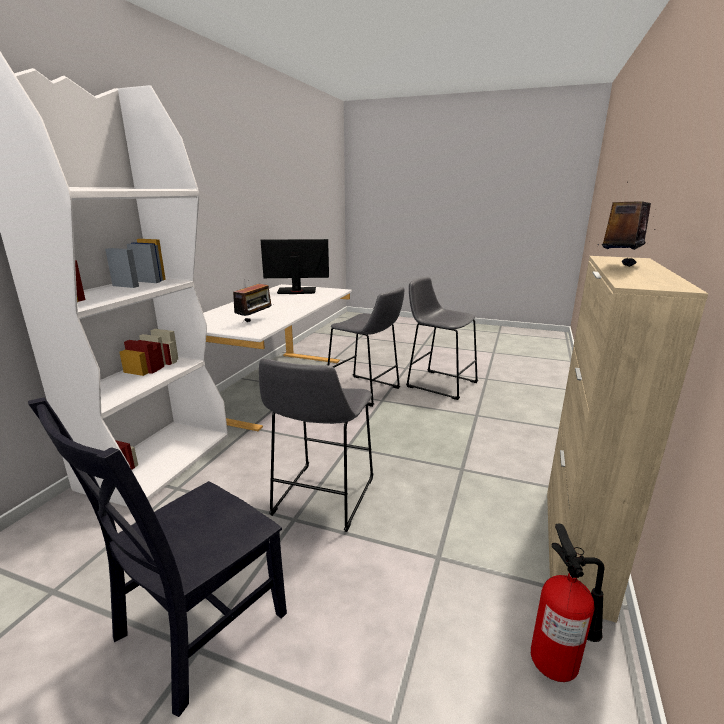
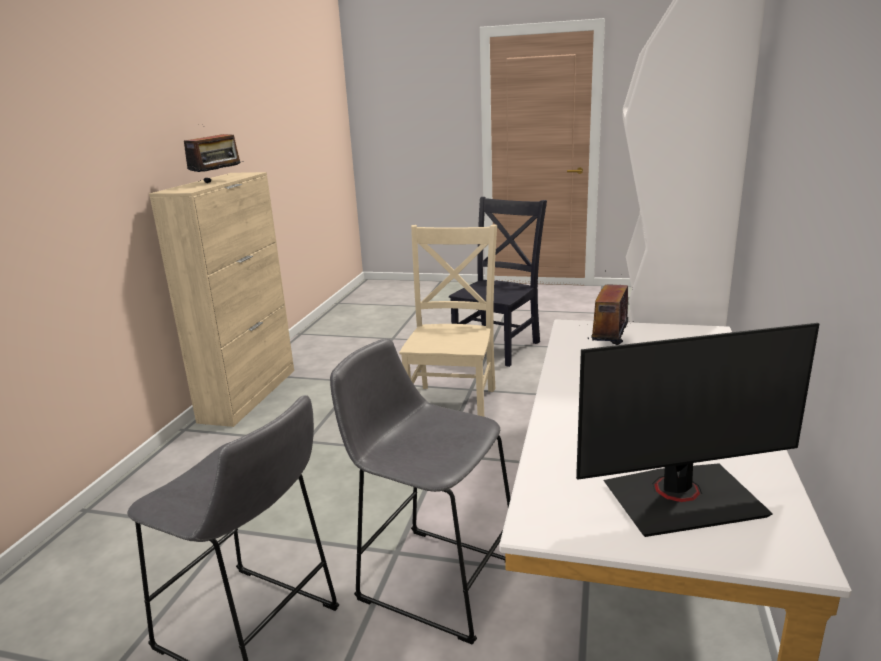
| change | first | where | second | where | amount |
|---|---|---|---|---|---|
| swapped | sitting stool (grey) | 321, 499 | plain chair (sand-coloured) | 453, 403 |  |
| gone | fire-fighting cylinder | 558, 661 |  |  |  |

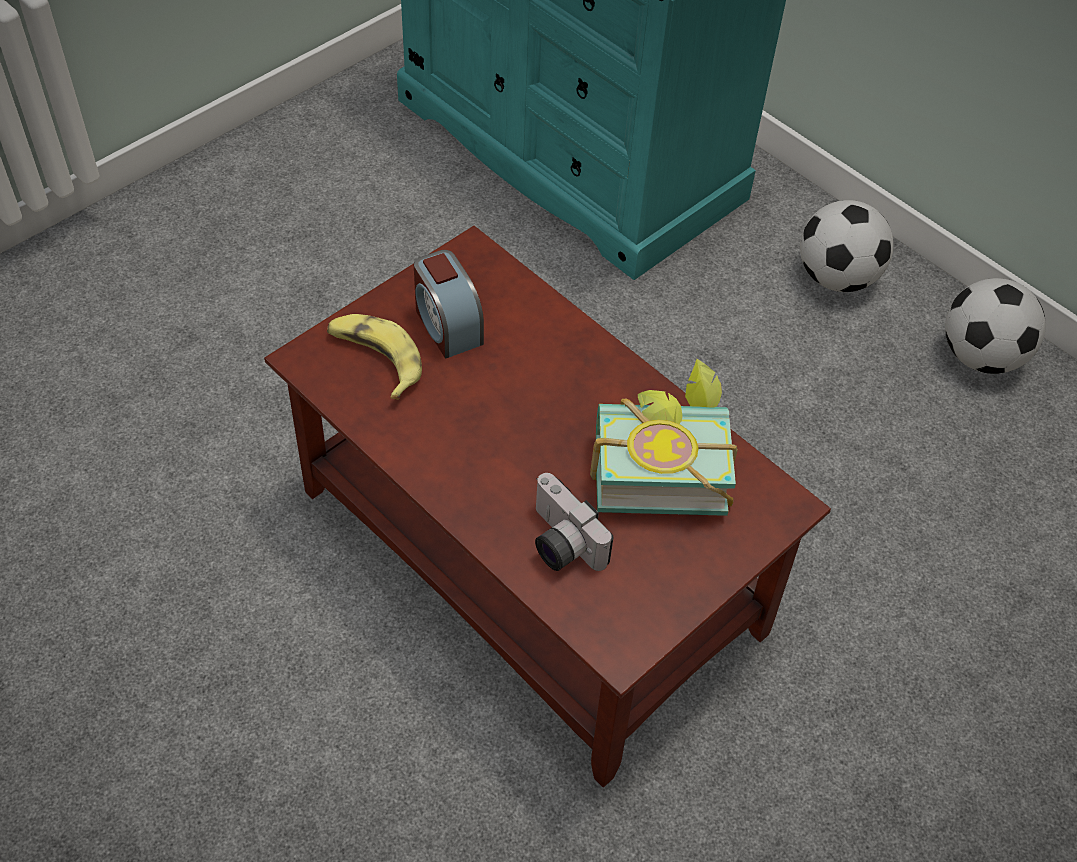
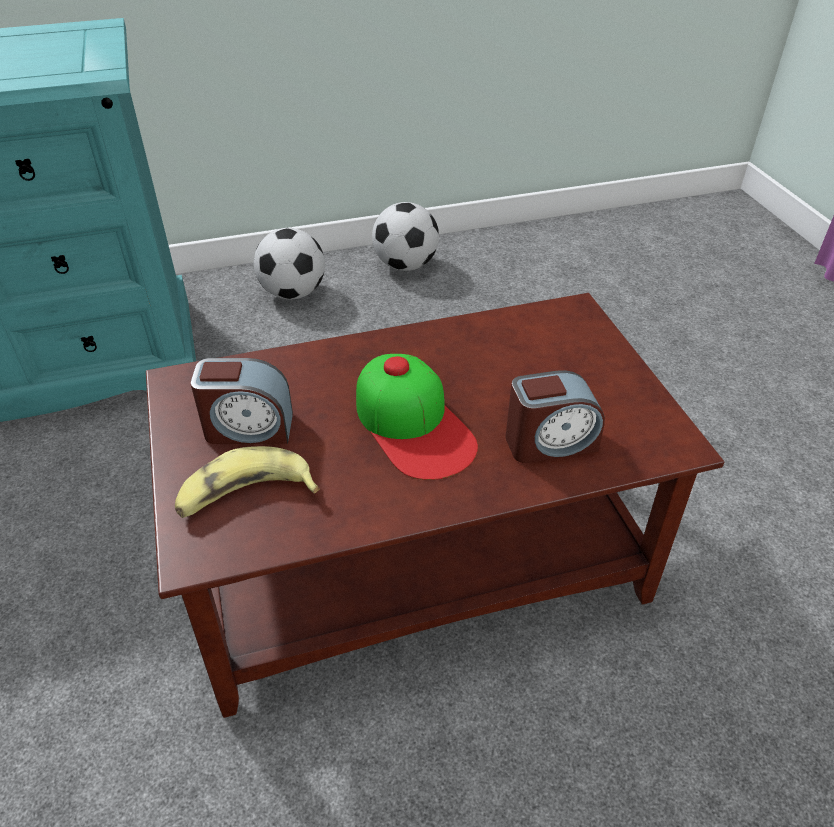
| change | first | where | second | where | amount |
|---|---|---|---|---|---|
| gone | bound book | 658, 464 |  |  |  |
| swapped | still camera | 559, 543 | alarm clock | 550, 442 |  |
| new |  |  | cap | 414, 424 |  |

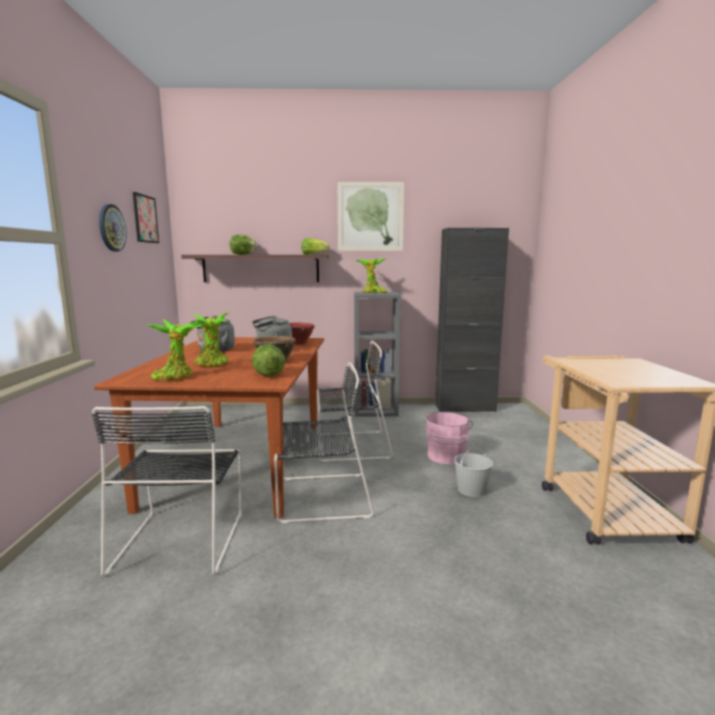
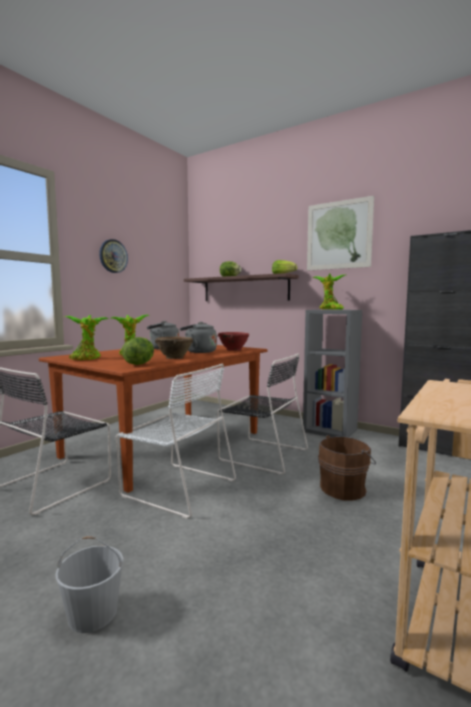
| change | first | where | second | where | amount |
|---|---|---|---|---|---|
| gone | wall picture | 145, 219 |  |  |  |
| repainted | plain chair (blackish) | 320, 497 | plain chair (white) | 176, 487 |  |
| repainted | pail (pink-coloured) | 447, 455 | pail (brown-coloured) | 344, 488 |  |
| shifted | pail (white) | 471, 490 |  | 92, 613 |  |

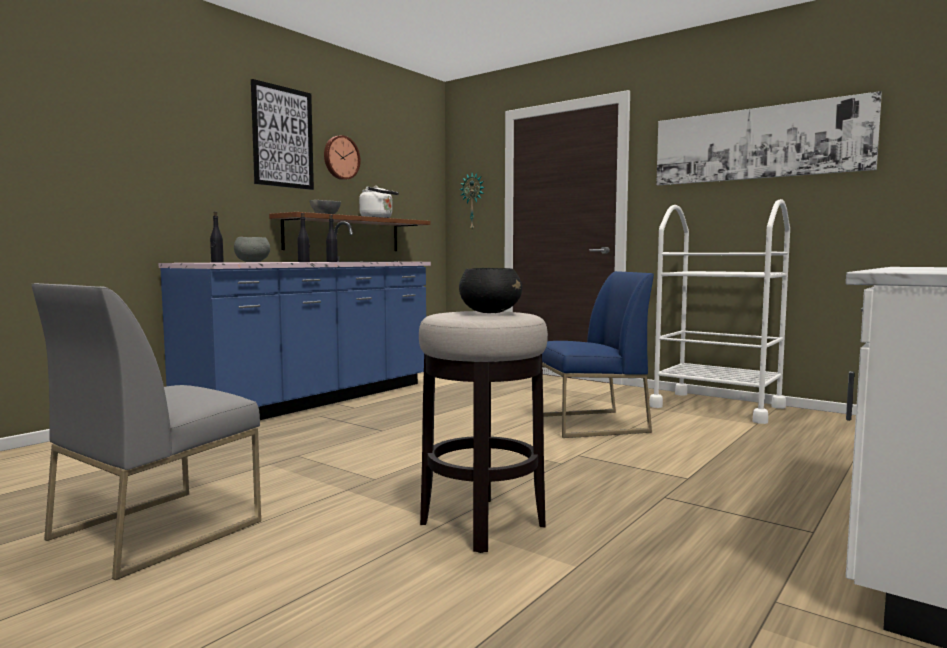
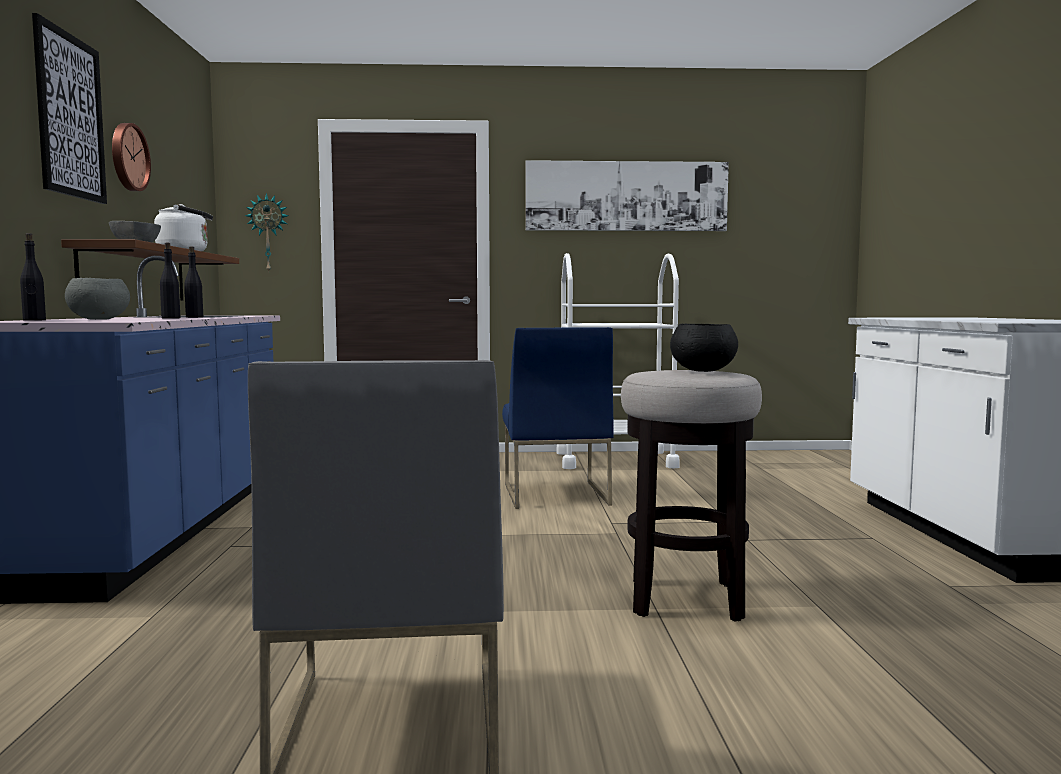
| change | first | where | second | where | amount |
|---|---|---|---|---|---|
| rotated | plain chair (blue) | 590, 424 |  | 554, 494 | 135 degrees clockwise |

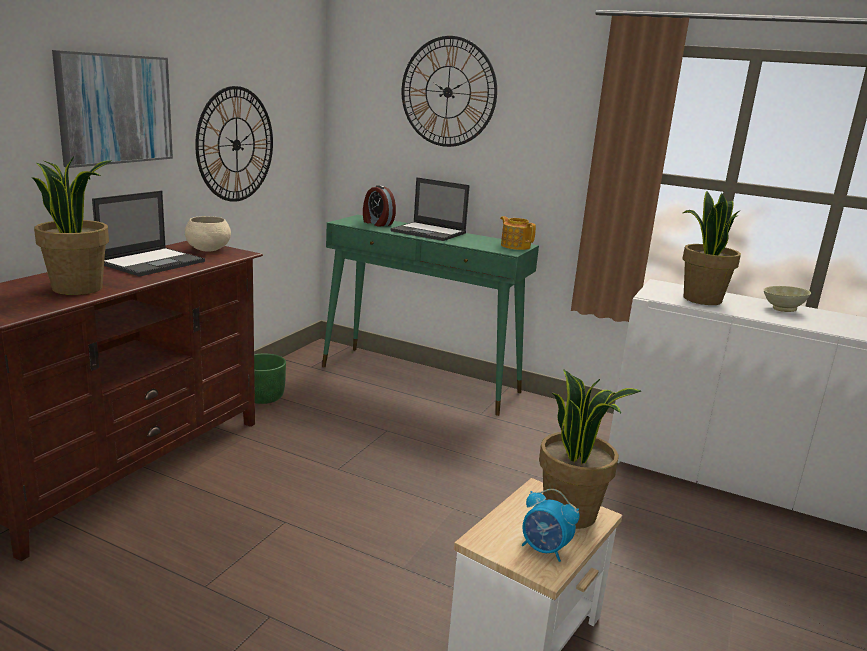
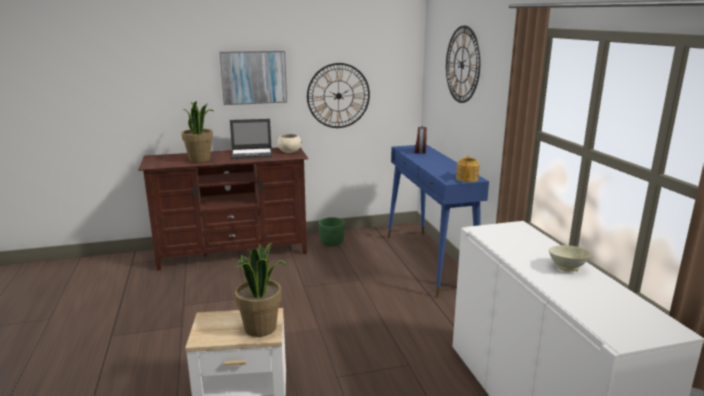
| change | first | where | second | where | amount |
|---|---|---|---|---|---|
| gone | portable computer | 429, 232 |  |  |  |
| gone | potted plant | 701, 299 |  |  |  |
| repainted | console table (green-coloured) | 420, 379 | console table (blue) | 429, 261 |  |
| gone | alarm clock | 545, 550 |  |  |  |

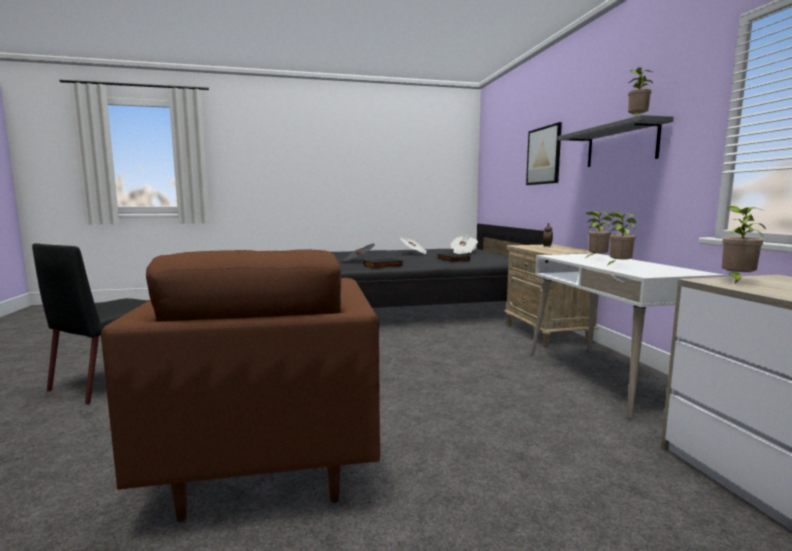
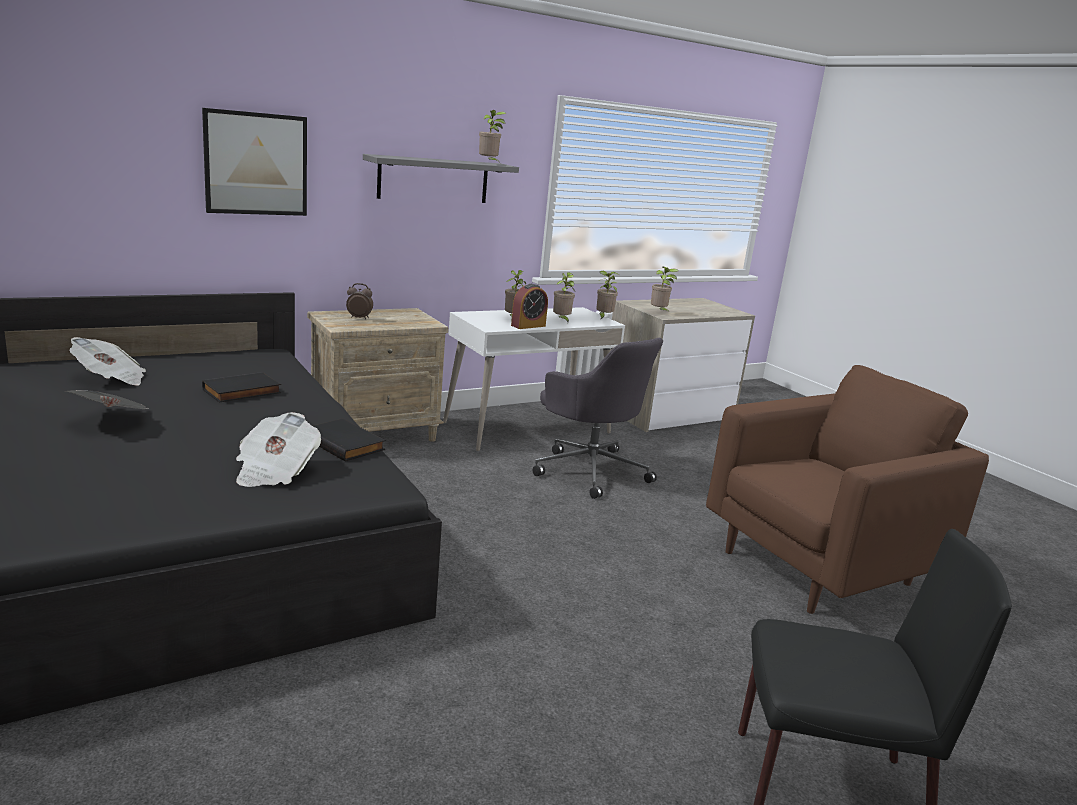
| change | first | where | second | where | amount |
|---|---|---|---|---|---|
| new |  |  | potted plant | 603, 317 |  |
| new |  |  | alarm clock | 528, 326 |  |
| new |  |  | desk chair (grey) | 590, 470 |  |

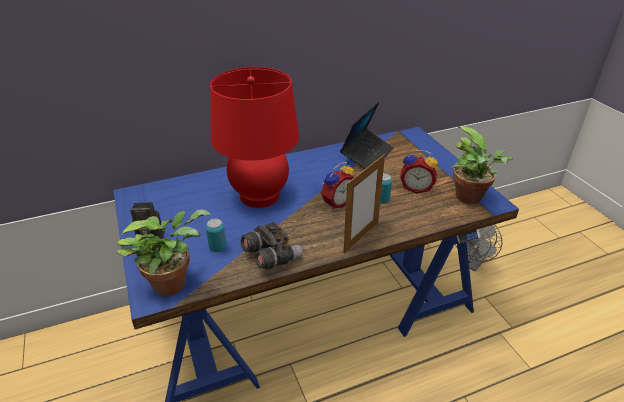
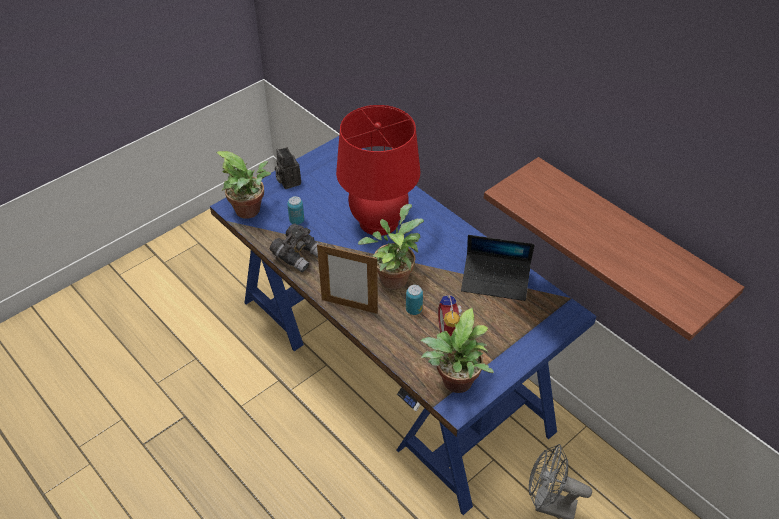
| change | first | where | second | where | amount |
|---|---|---|---|---|---|
| swapped | alarm clock | 336, 202 | potted plant | 393, 277 |  |
| new |  |  | bracket shelf | 626, 241 |  |

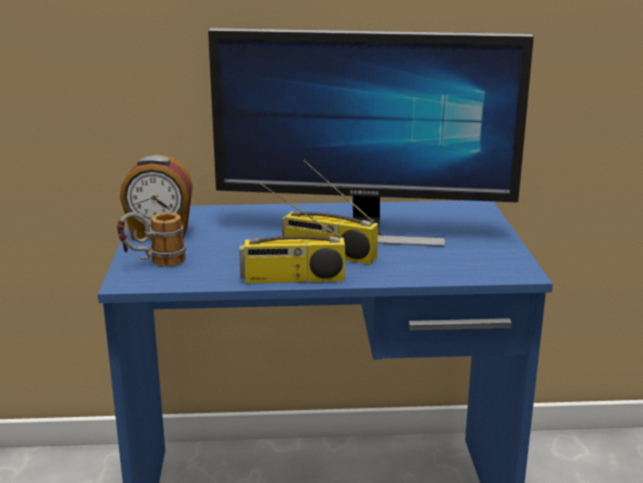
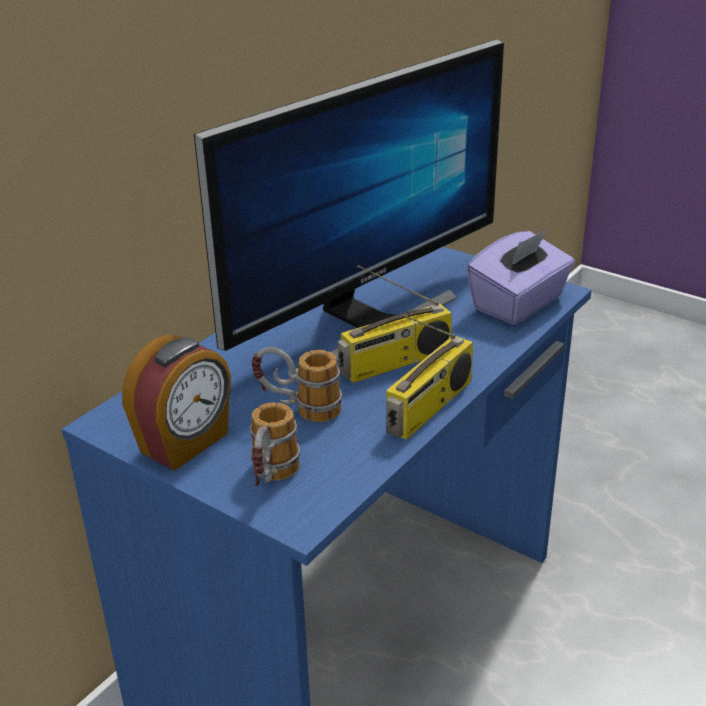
| change | first | where | second | where | amount |
|---|---|---|---|---|---|
| new |  |  | tissue holder (purple-coloured) | 519, 304 |  |
| new |  |  | mug | 299, 410 |  |

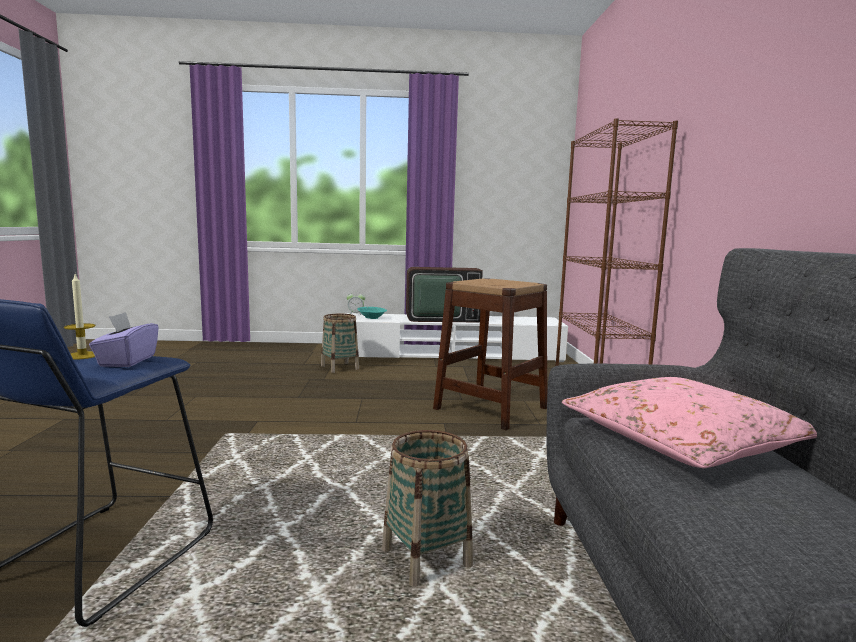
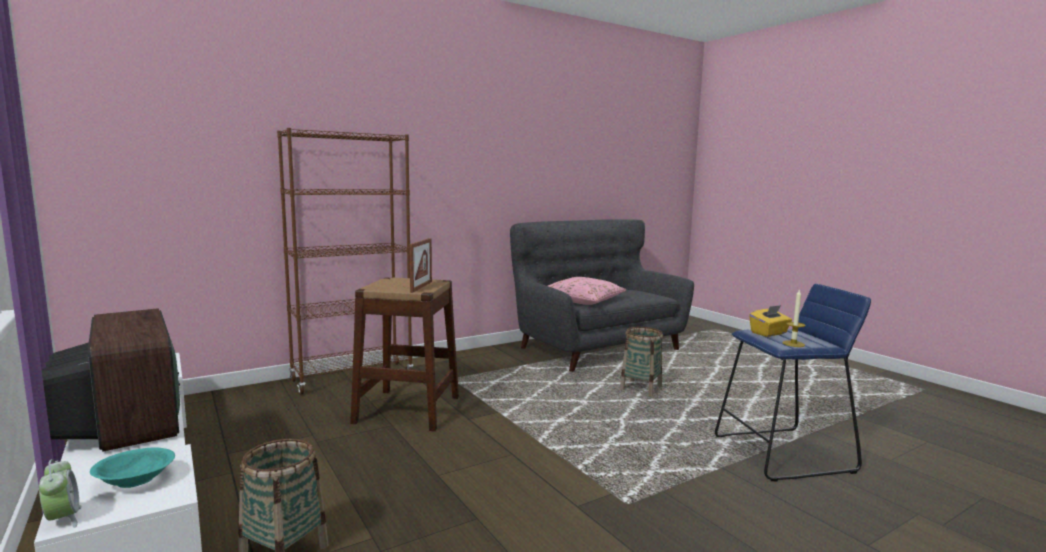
| change | first | where | second | where | amount |
|---|---|---|---|---|---|
| repainted | tissue holder (purple-coloured) | 127, 361 | tissue holder (yellow-coloured) | 769, 333 |  |
| new |  |  | standing frame | 421, 287 |  |

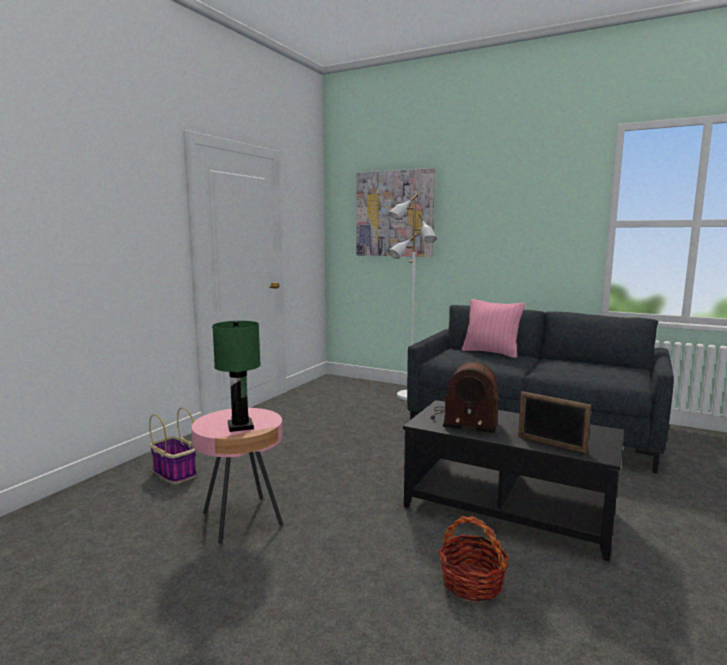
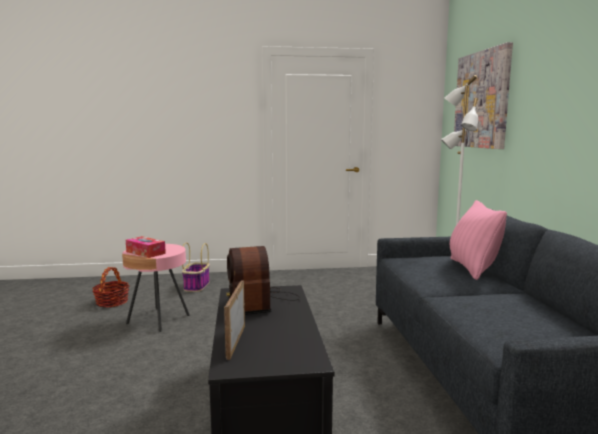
| change | first | where | second | where | amount |
|---|---|---|---|---|---|
| swapped | tabletop lamp (green-coloured) | 240, 426 | tissue holder | 145, 252 |  |
| shifted | basket | 472, 582 |  | 112, 302 |  |

